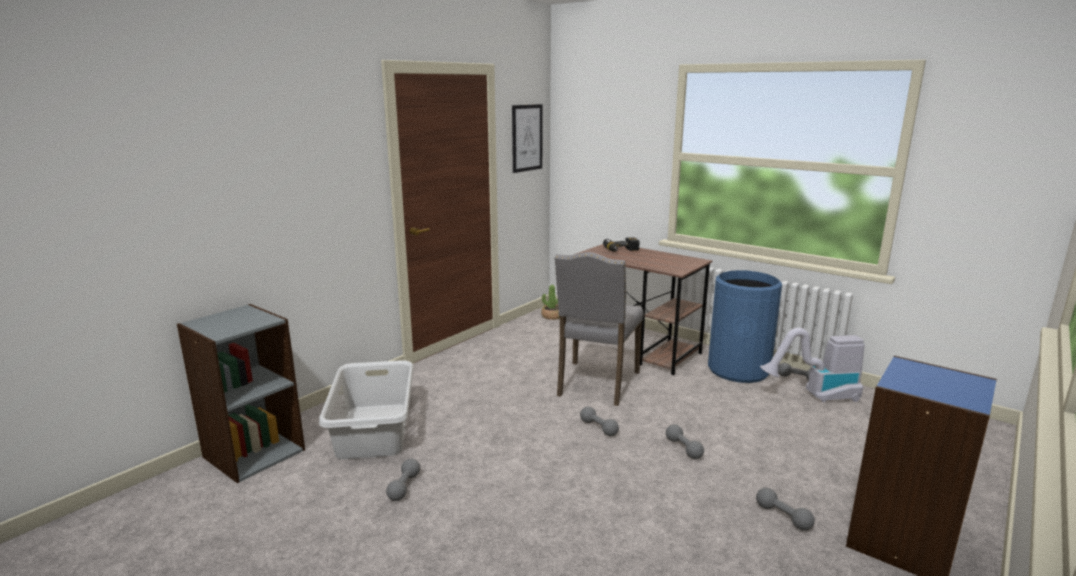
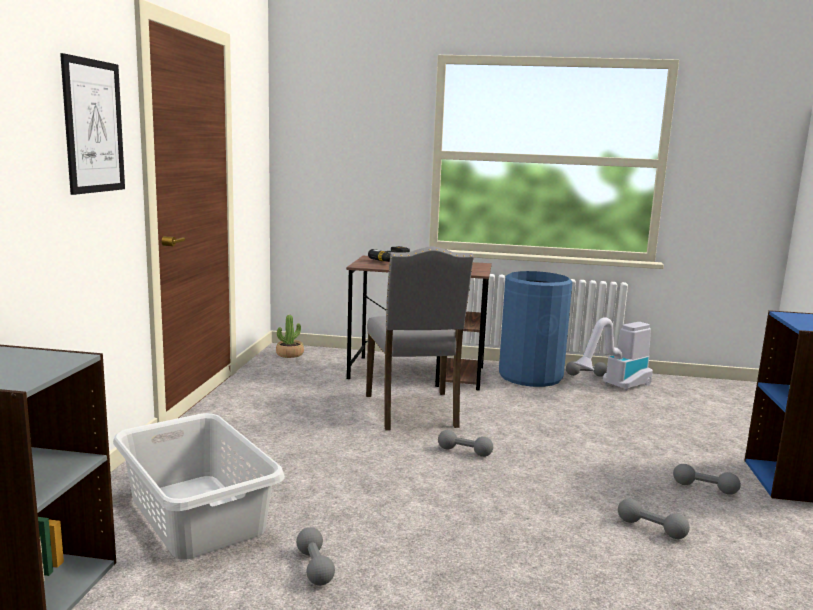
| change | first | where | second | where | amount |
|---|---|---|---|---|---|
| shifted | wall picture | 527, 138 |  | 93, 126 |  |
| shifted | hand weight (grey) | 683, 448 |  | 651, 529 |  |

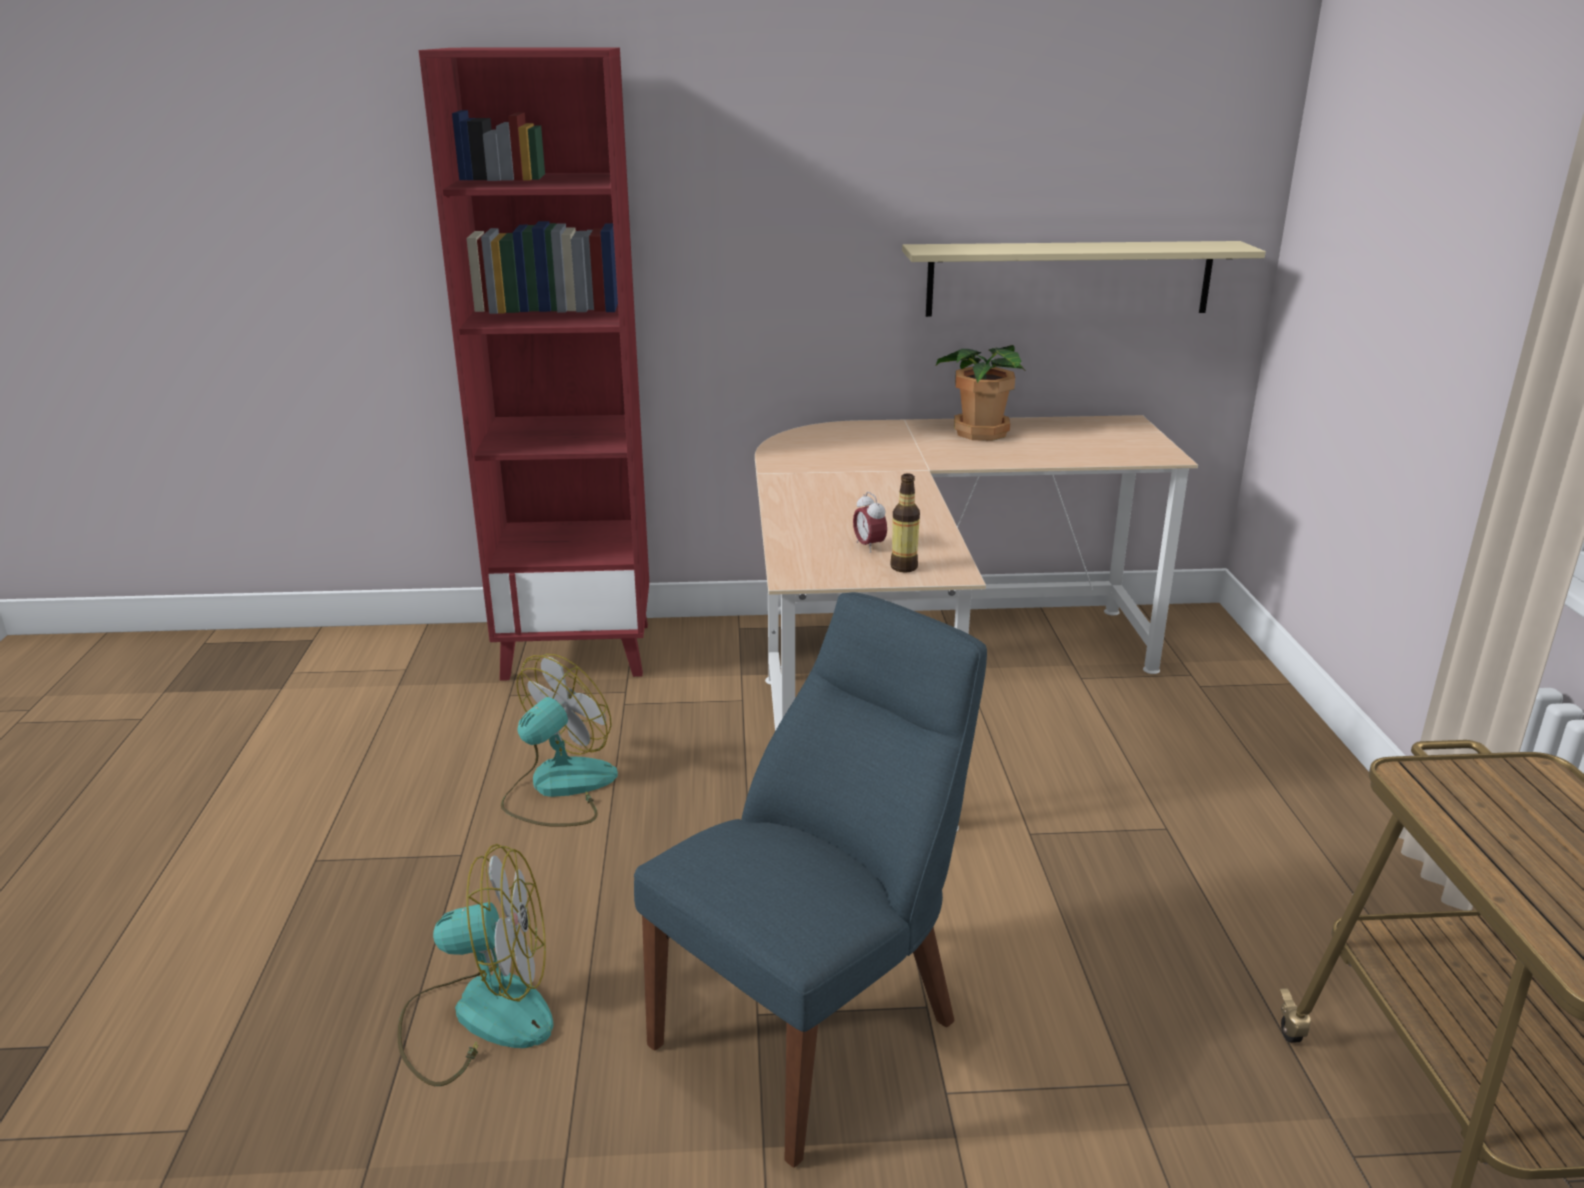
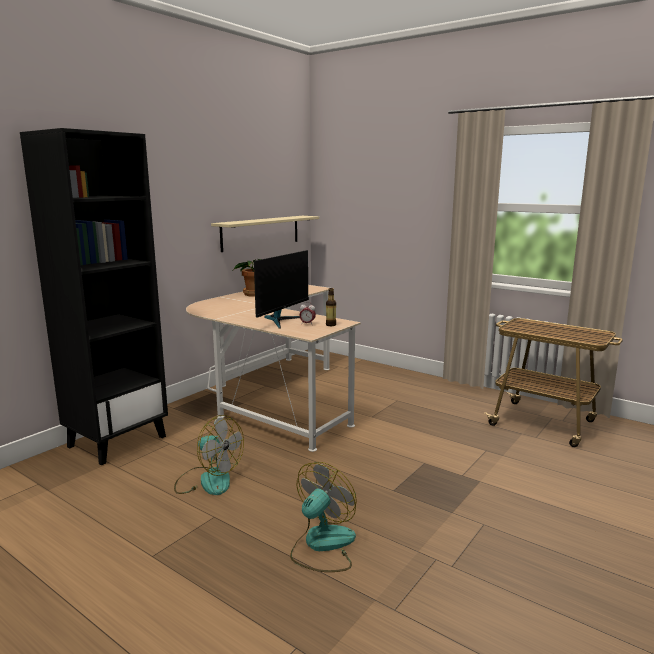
| change | first | where | second | where | amount |
|---|---|---|---|---|---|
| repainted | bookcase (reddish) | 578, 650 | bookcase (blackish) | 117, 441 |  |
| gone | plain chair (blue) | 816, 1027 |  |  |  |
| rotated | cooling fan | 558, 788 |  | 208, 480 | 135 degrees clockwise |
| new |  |  | monitor | 282, 320 |  |

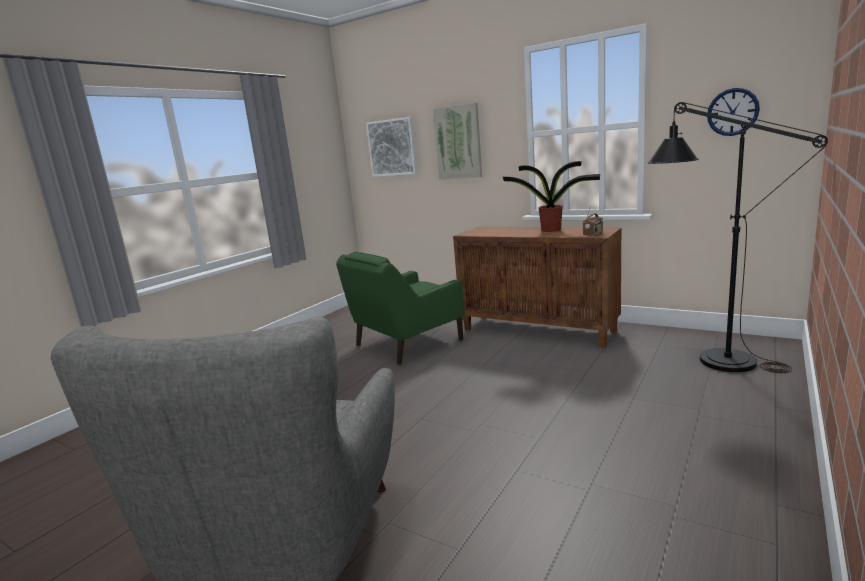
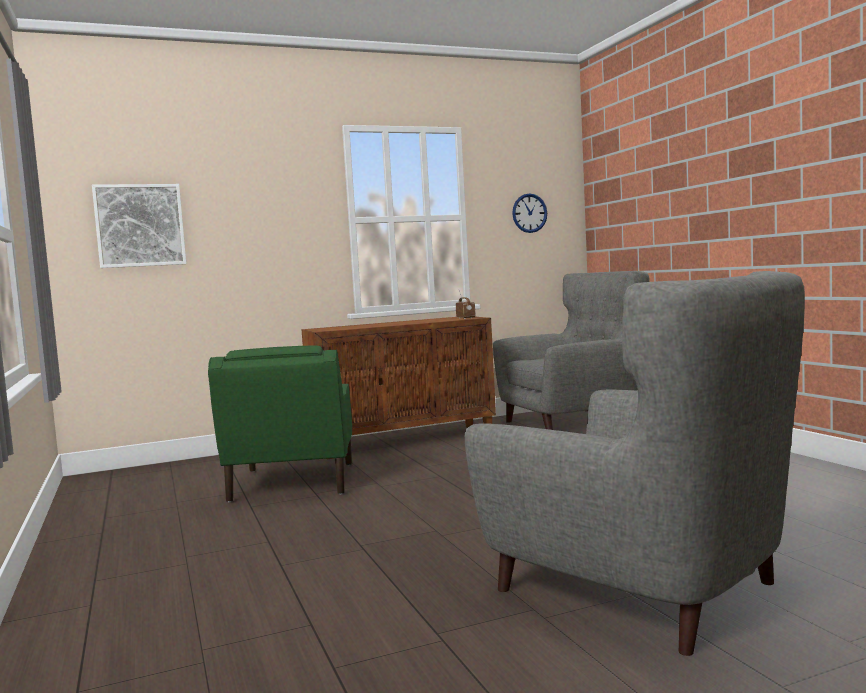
| change | first | where | second | where | amount |
|---|---|---|---|---|---|
| swapped | floor lamp (blackish) | 710, 359 | lounge chair (grey) | 575, 422 |  |
| gone | wall picture | 458, 142 |  |  |  |
| gone | potted plant | 552, 230 |  |  |  |

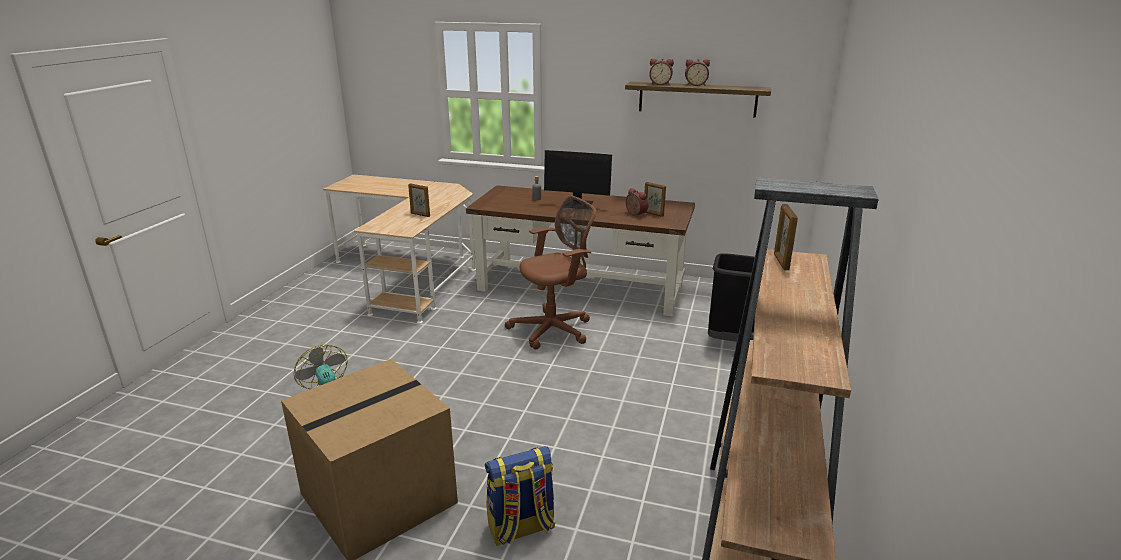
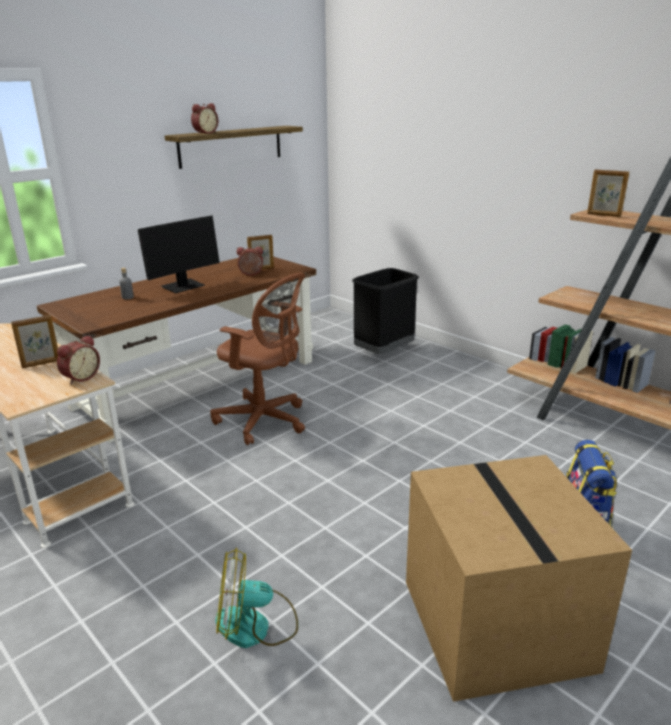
| change | first | where | second | where | amount |
|---|---|---|---|---|---|
| shifted | alarm clock | 695, 85 |  | 80, 377 |  |
| rotated | desk chair (brown-coloured) | 554, 329 |  | 264, 421 | 120 degrees clockwise |

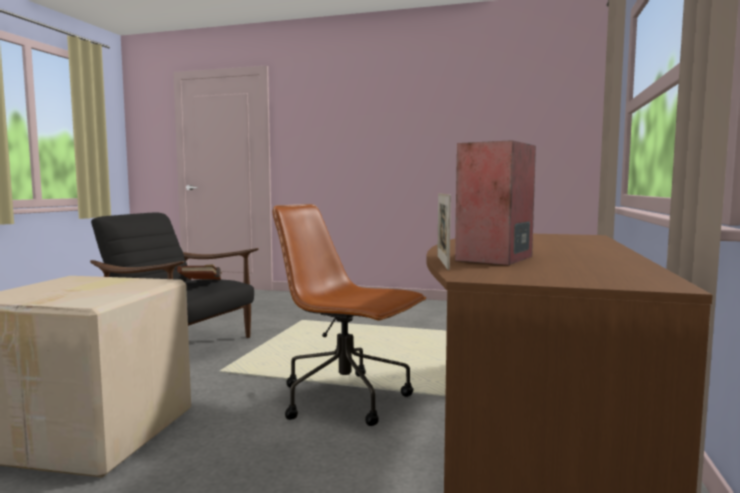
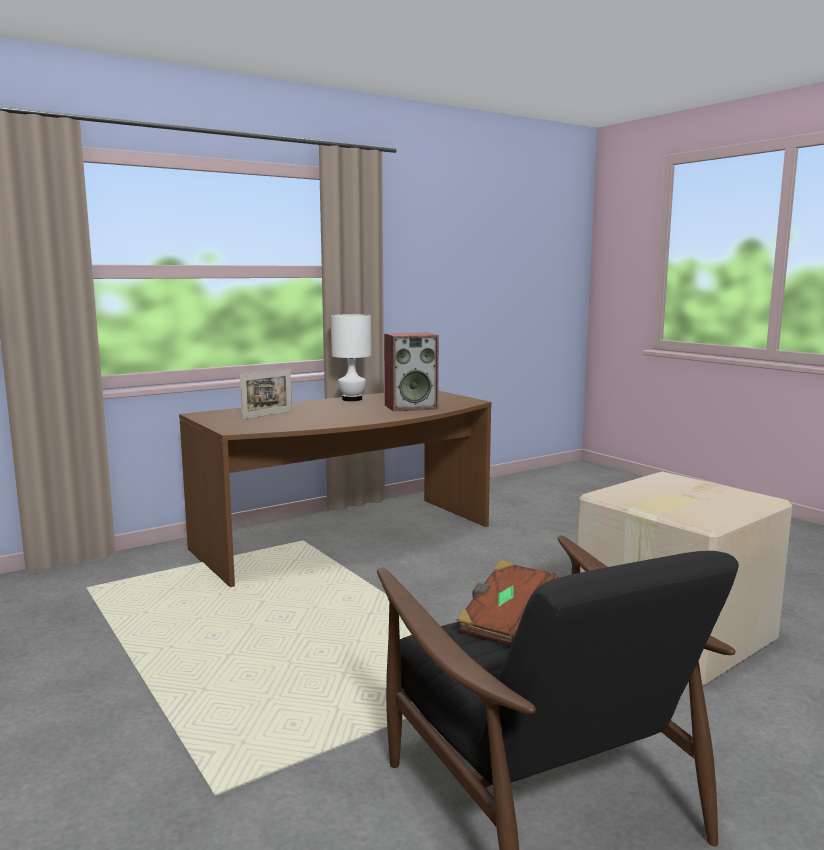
| change | first | where | second | where | amount |
|---|---|---|---|---|---|
| shifted | standing frame | 442, 262 |  | 267, 415 |  |
| gone | desk chair (brown-coloured) | 347, 399 |  |  |  |
| new |  |  | tabletop lamp (white) | 352, 399 |  |

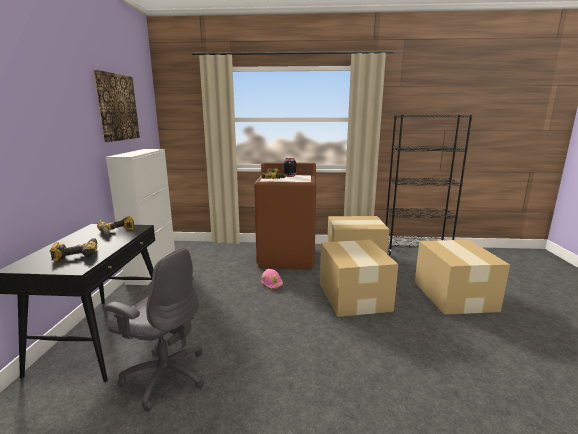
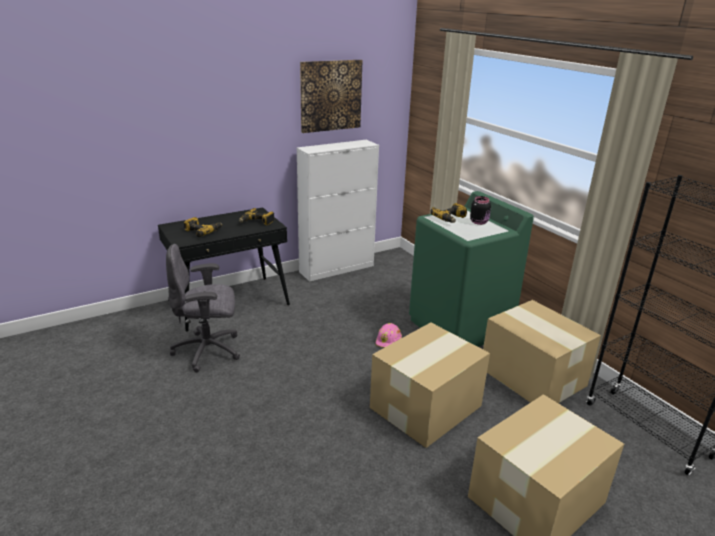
| change | first | where | second | where | amount |
|---|---|---|---|---|---|
| repainted | laundry appliance (brown-coloured) | 287, 257 | laundry appliance (green-coloured) | 460, 327 |  |
| rotated | desk chair (grey) | 165, 376 |  | 209, 351 | 90 degrees clockwise |

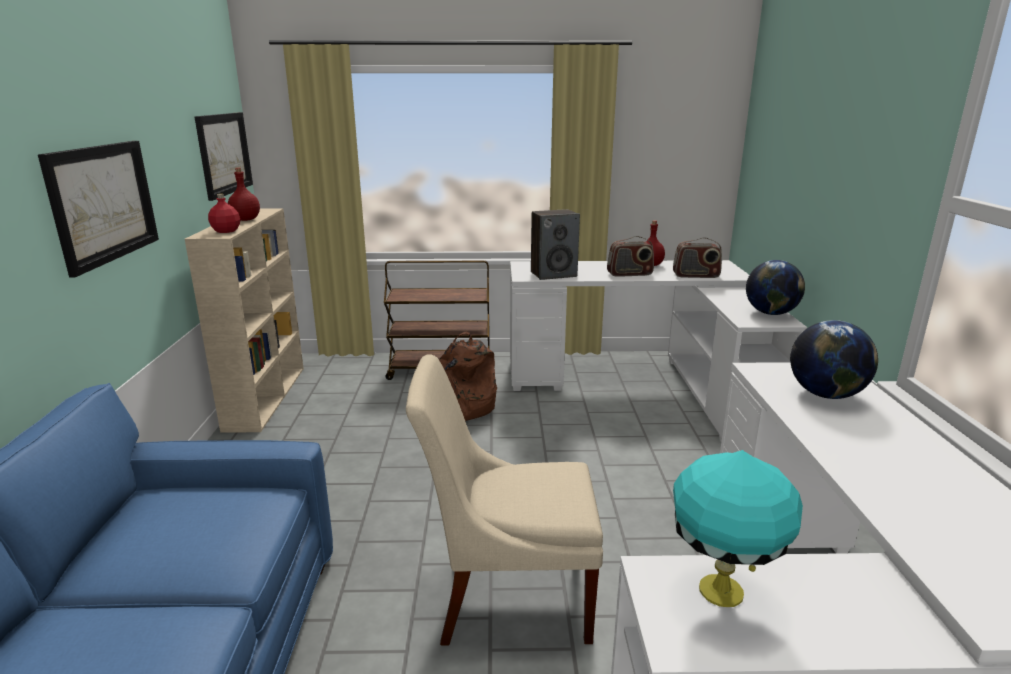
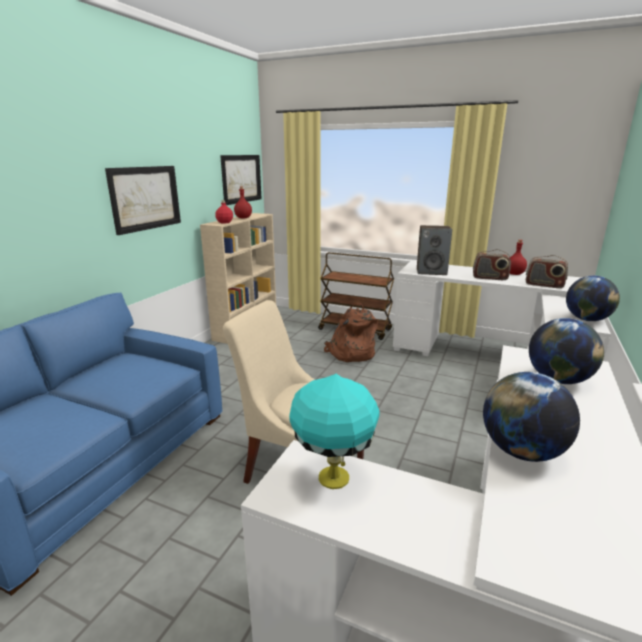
| change | first | where | second | where | amount |
|---|---|---|---|---|---|
| new |  |  | desk globe | 521, 451 |  |

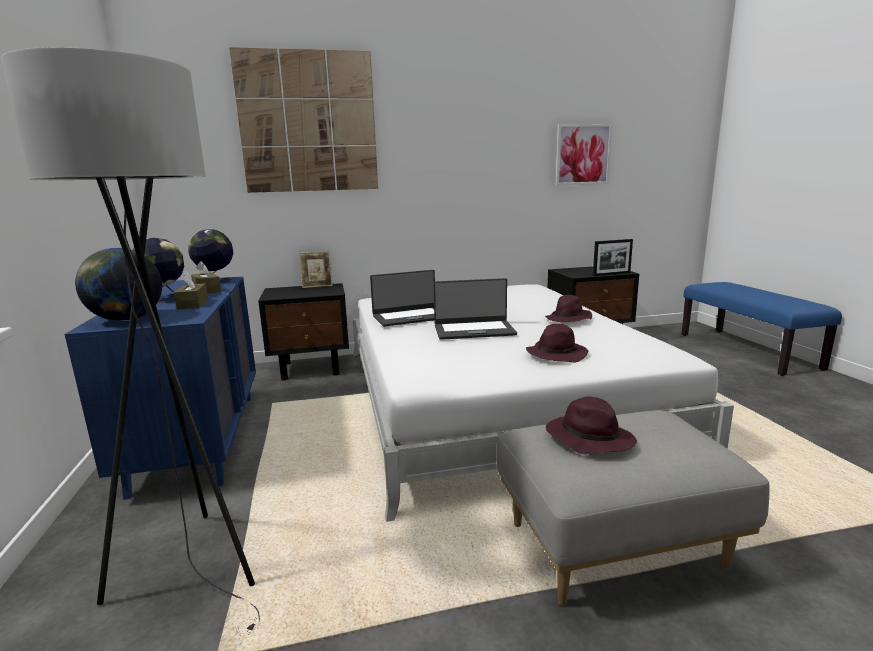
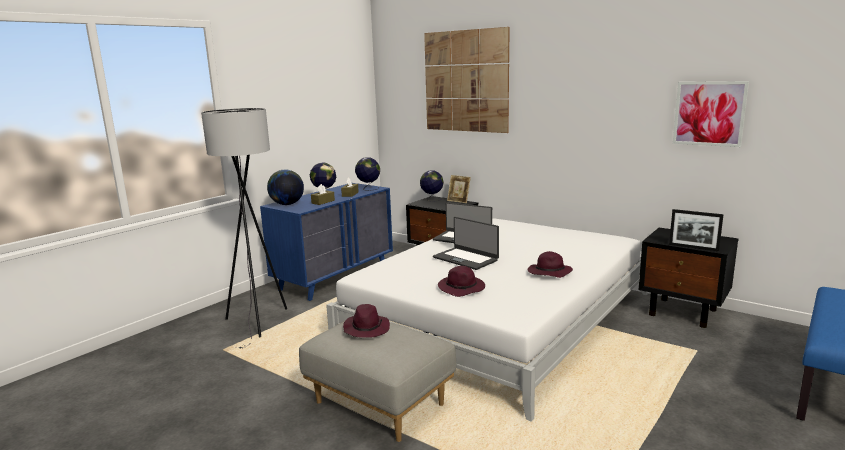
| change | first | where | second | where | amount |
|---|---|---|---|---|---|
| new |  |  | desk globe | 432, 200 |  |

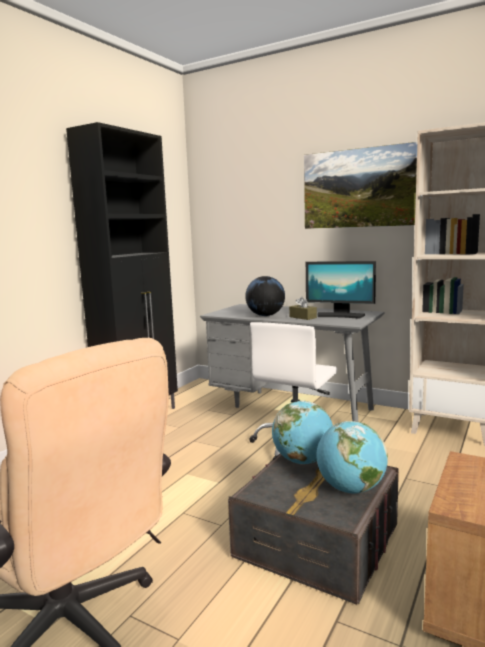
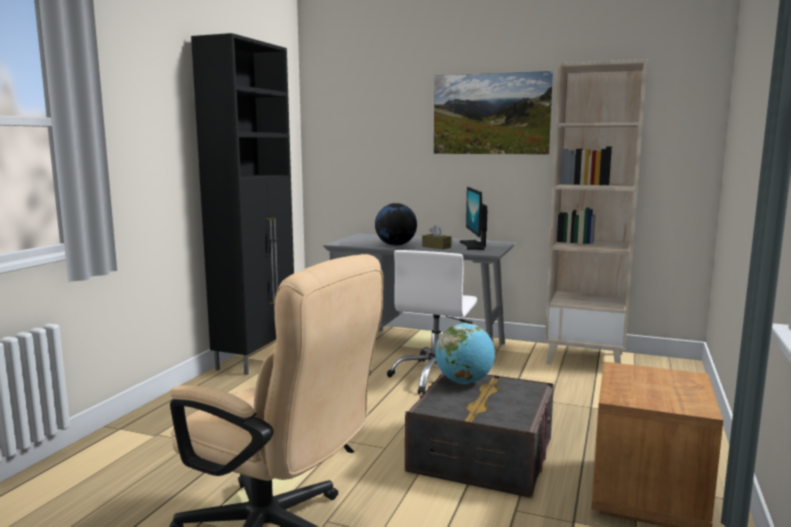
| change | first | where | second | where | amount |
|---|---|---|---|---|---|
| rotated | monitor | 340, 315 |  | 474, 245 | 75 degrees clockwise |
| gone | desk globe | 350, 489 |  |  |  |

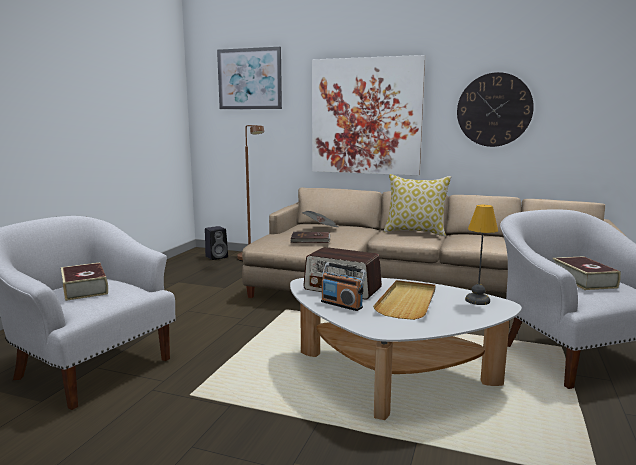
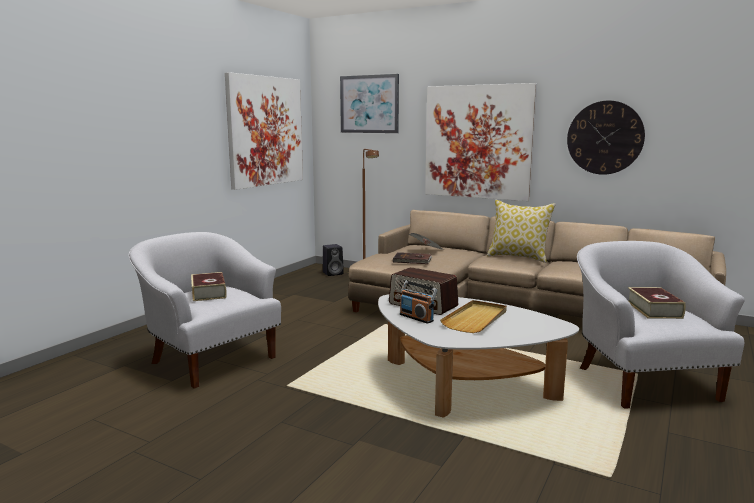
| change | first | where | second | where | amount |
|---|---|---|---|---|---|
| gone | tabletop lamp | 478, 300 |  |  |  |
| new |  |  | wall picture | 265, 131 |  |

